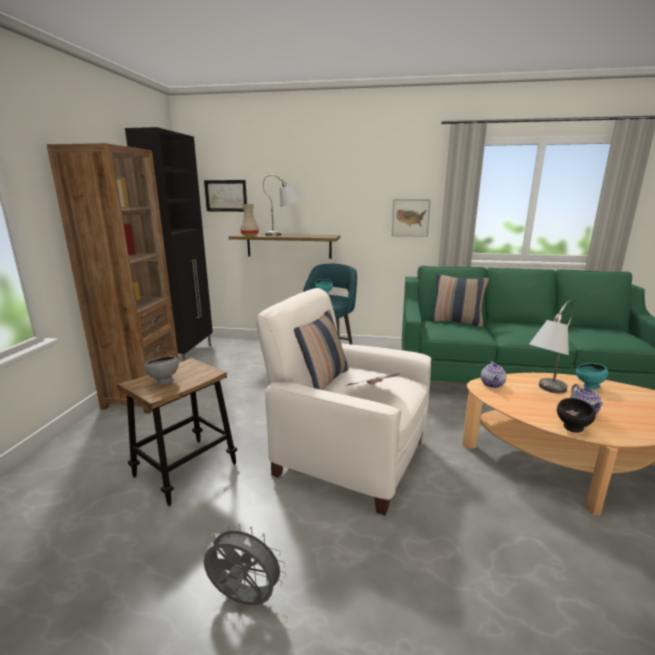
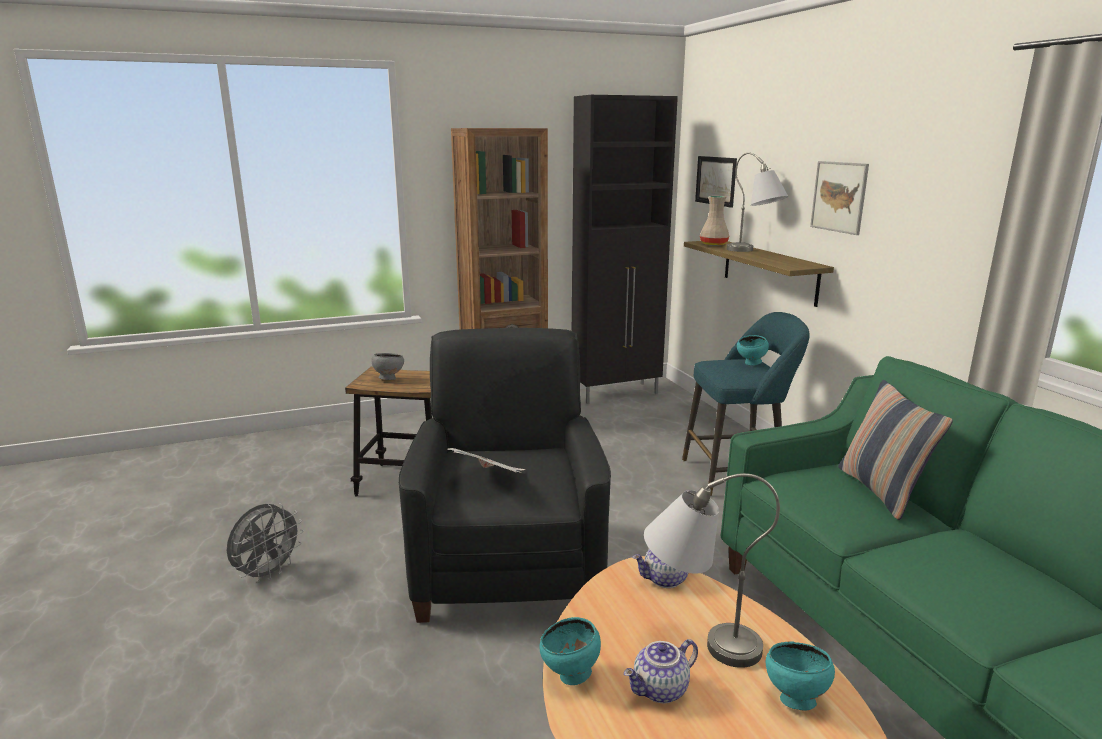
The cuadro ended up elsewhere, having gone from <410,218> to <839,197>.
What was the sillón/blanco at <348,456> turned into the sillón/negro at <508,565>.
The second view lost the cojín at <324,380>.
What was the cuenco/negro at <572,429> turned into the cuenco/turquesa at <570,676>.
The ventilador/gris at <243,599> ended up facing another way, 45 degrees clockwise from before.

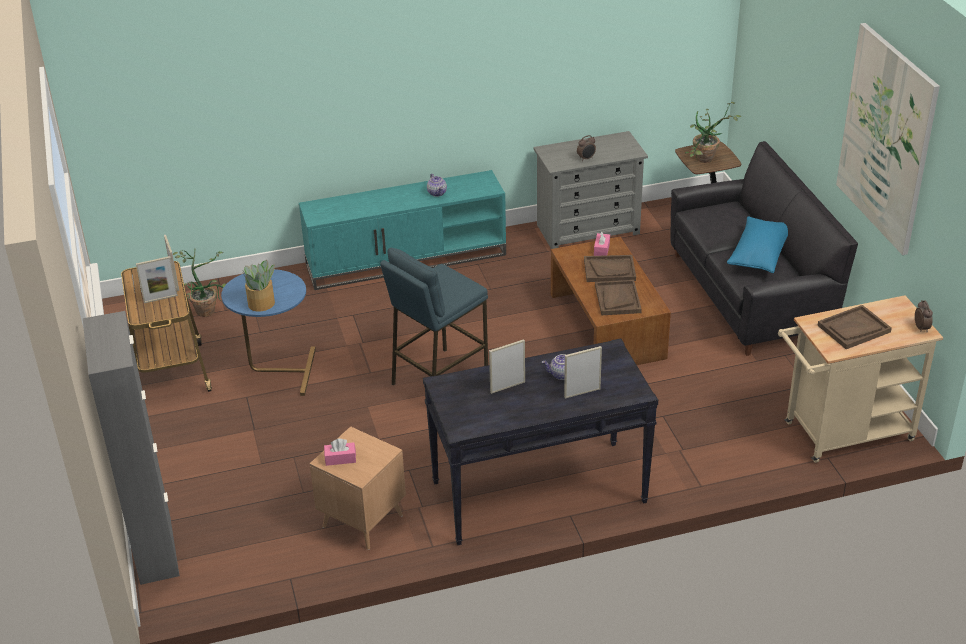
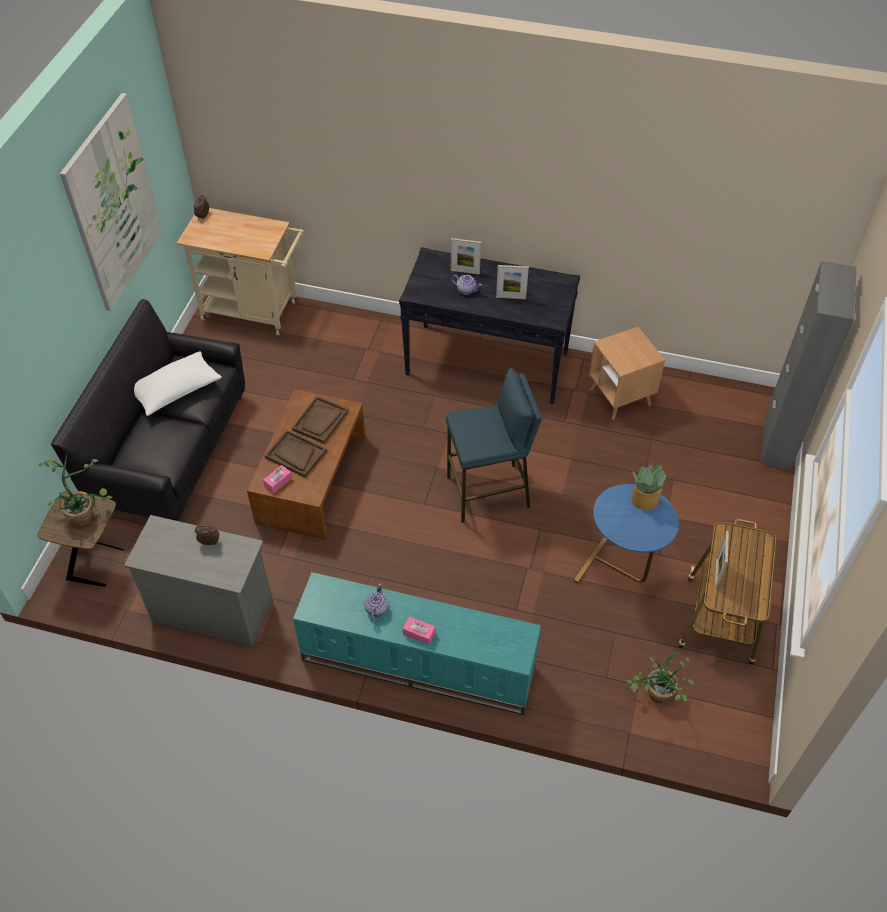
What was the cojín/azul at <759,254> turned into the cojín/blanco at <176,391>.
The second view lost the portarretratos at <160,299>.
The second view lost the bandeja/marrón at <853,329>.
The caja de pañuelos/rosa ended up elsewhere, having gone from <340,458> to <419,633>.

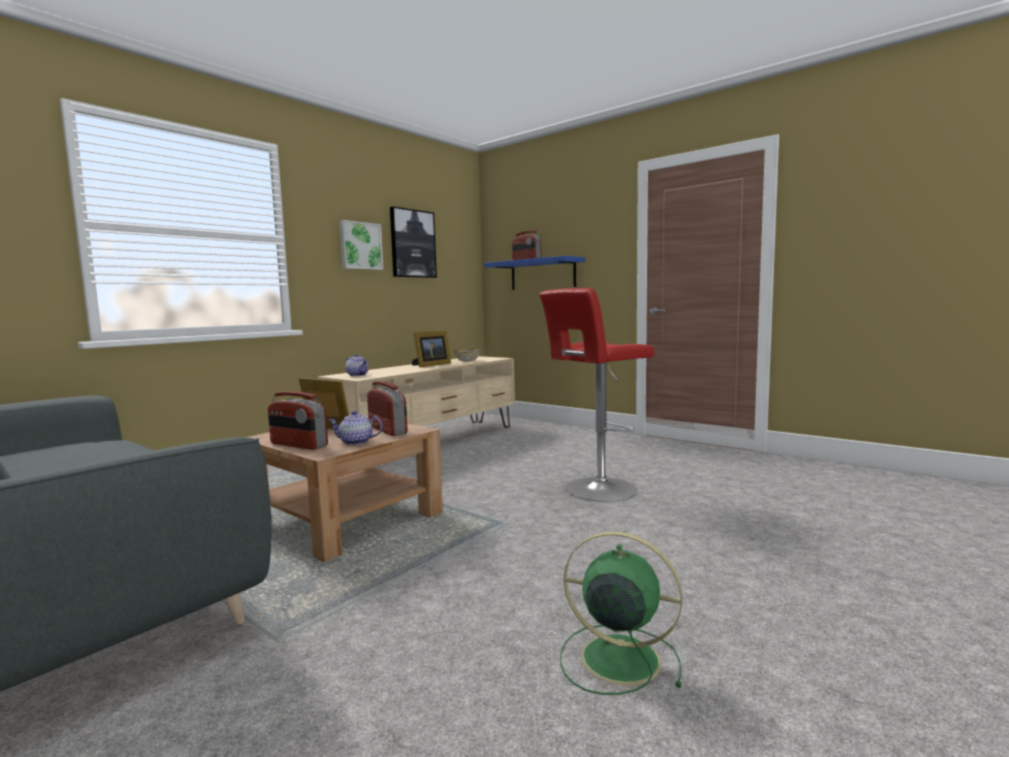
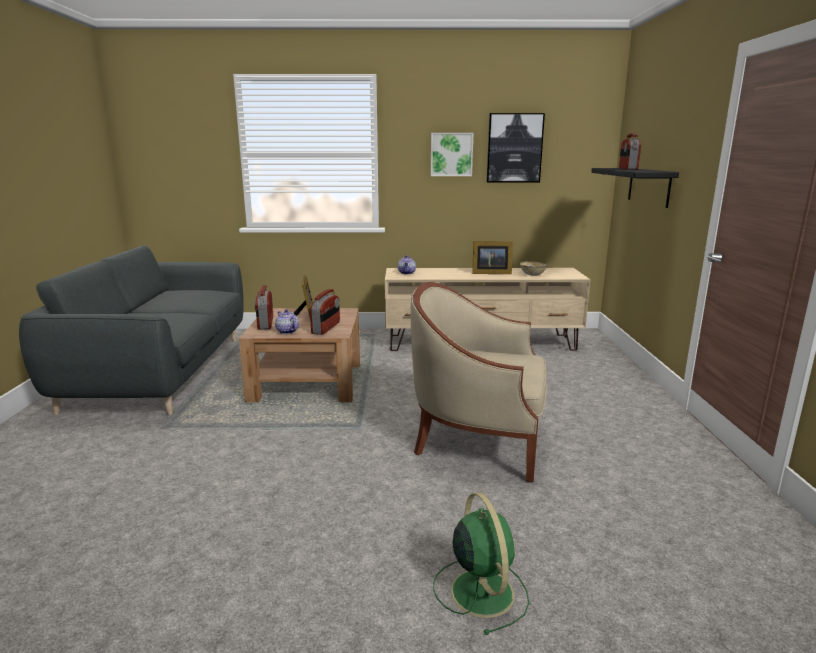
What was the estante/azul at <542,274> turned into the estante/negro at <649,186>.
Where the taburete/rojo stood at <597,490>, the sillón/beis came to stand at <479,438>.
The ventilador/verde ended up elsewhere, having gone from <616,658> to <480,590>.

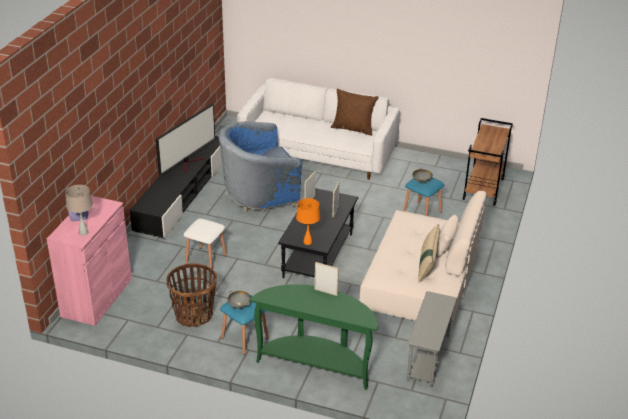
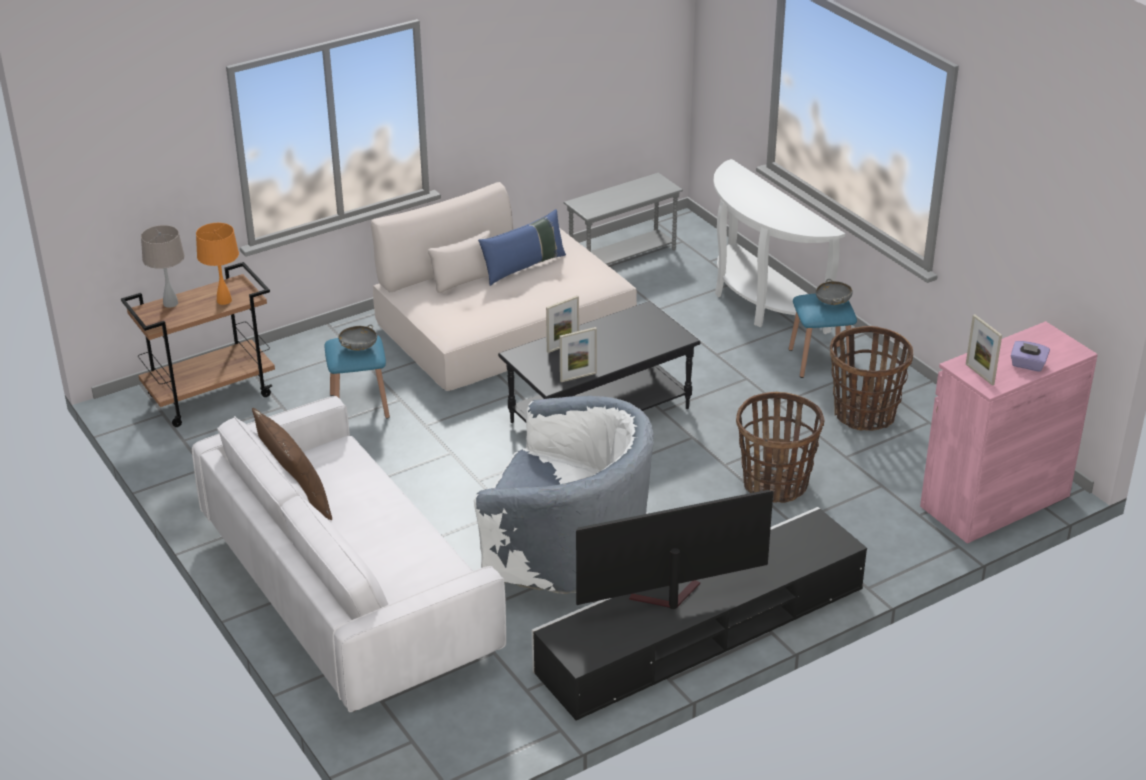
What was the sillón/azul at <260,195> turned into the sillón/blanco at <565,557>.
The lámpara de mesa/beis ended up elsewhere, having gone from <83,232> to <170,303>.
The lámpara de mesa/naranja ended up elsewhere, having gone from <307,242> to <224,300>.
Where the taburete/blanco stood at <206,259>, the cesta came to stand at <775,485>.
What was the cojín/beis at <427,265> turned into the cojín/azul at <523,267>.
The portarretratos ended up elsewhere, having gone from <326,292> to <979,374>.
What was the mesa consola/verde at <316,364> turned into the mesa consola/blanco at <759,301>.

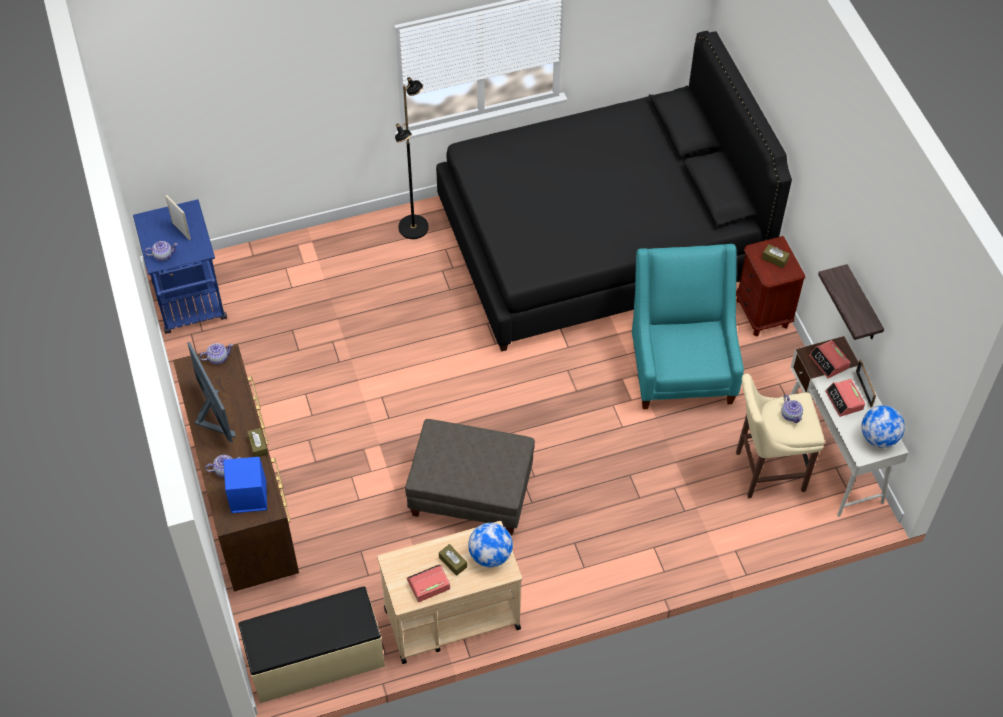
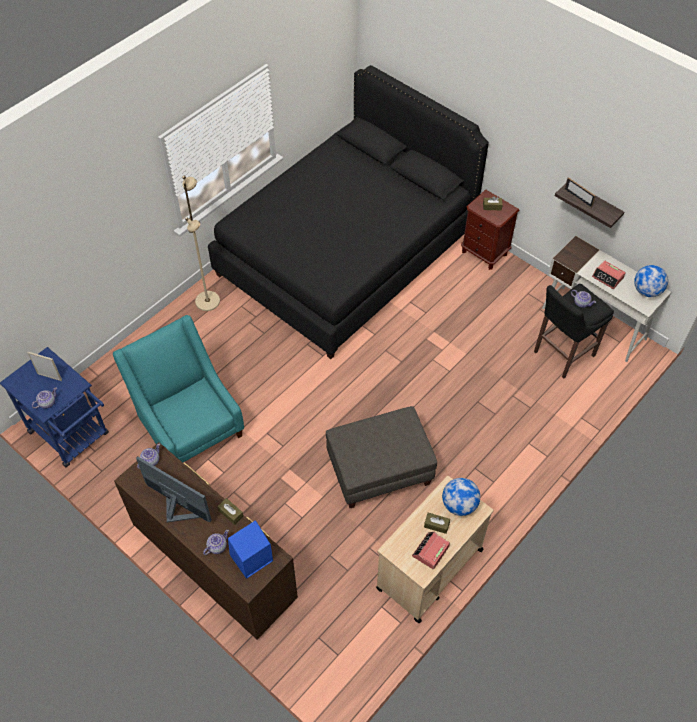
What was the lámpara de pie/negro at <414,227> turned into the lámpara de pie/beis at <208,301>.
The sillón/turquesa ended up elsewhere, having gone from <681,366> to <189,425>.
The second view lost the despertador at <829,362>.
The portarretratos ended up elsewhere, having gone from <864,389> to <578,198>.
What was the taburete/beis at <766,471> turned into the taburete/negro at <561,355>.
The second view lost the banco/beis at <316,660>.

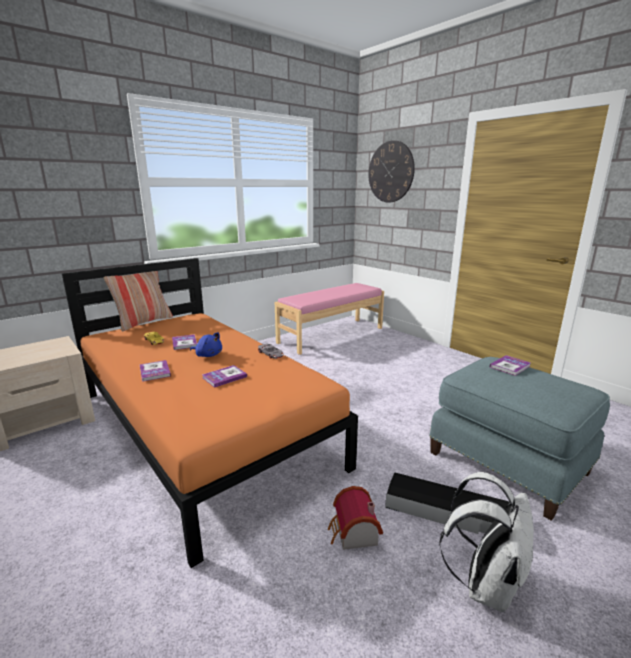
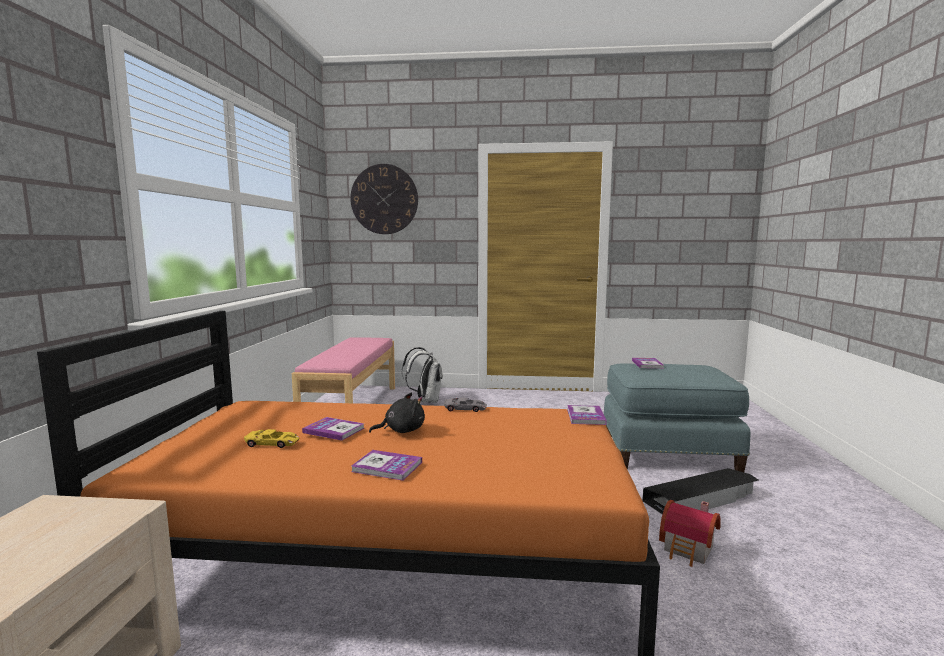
The second view lost the cojín at <144,322>.
What was the peluche/azul at <208,355> turned into the peluche/negro at <401,431>.
The libro ended up elsewhere, having gone from <224,377> to <585,416>.
The mochila/blanco ended up elsewhere, having gone from <485,583> to <426,401>.

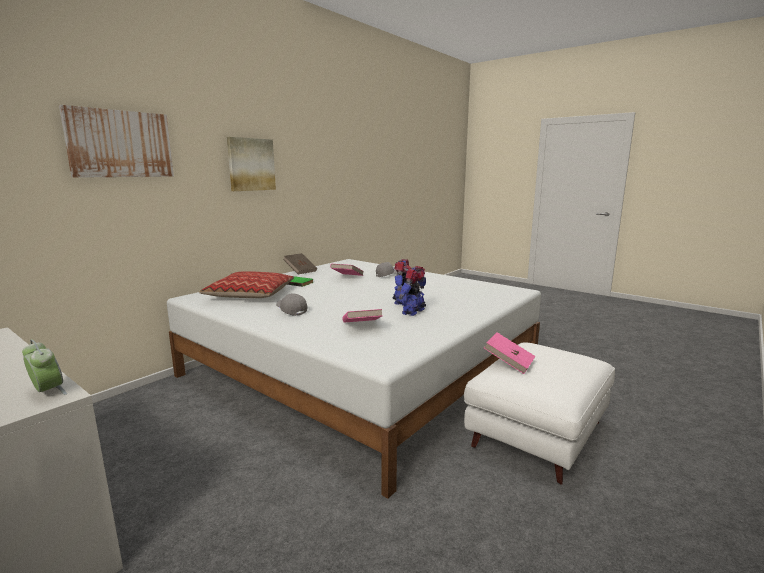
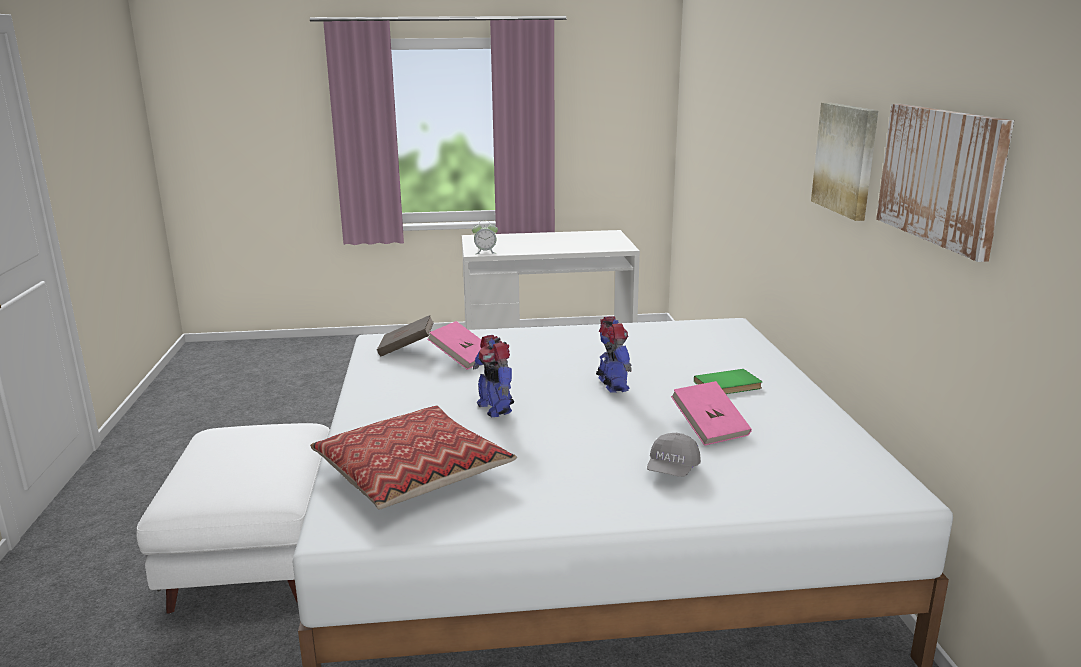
The cuadro ended up elsewhere, having gone from <120,144> to <941,176>.
The libro/marrón ended up elsewhere, having gone from <300,271> to <406,349>.
The robot de juguete ended up elsewhere, having gone from <414,312> to <612,385>.
The cojín ended up elsewhere, having gone from <250,294> to <413,472>.
The second view lost the gorra/gris at <291,311>.
The second view lost the libro/rosa at <509,363>.

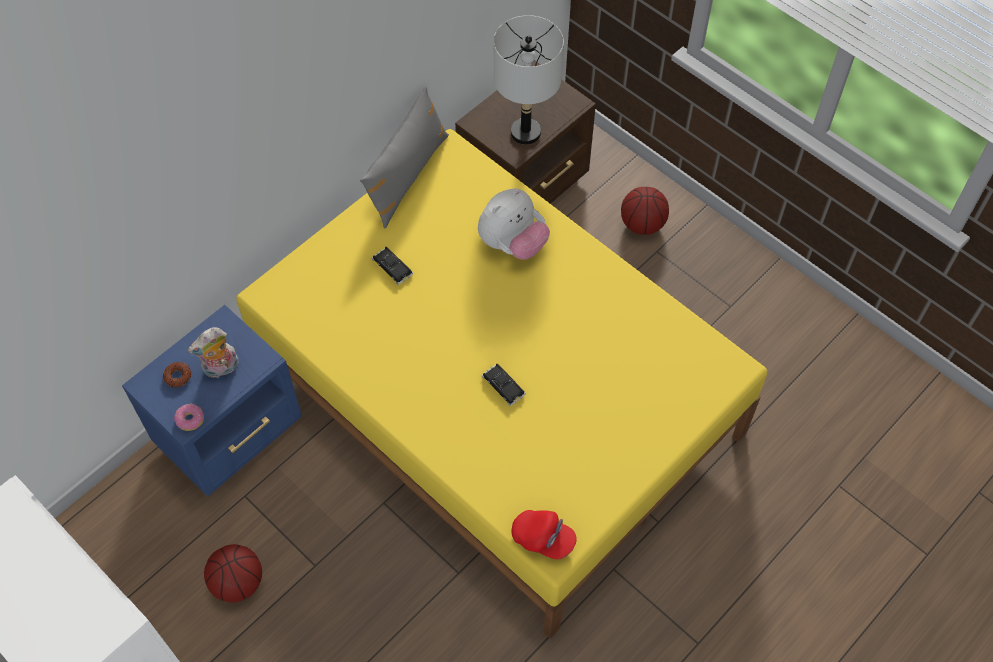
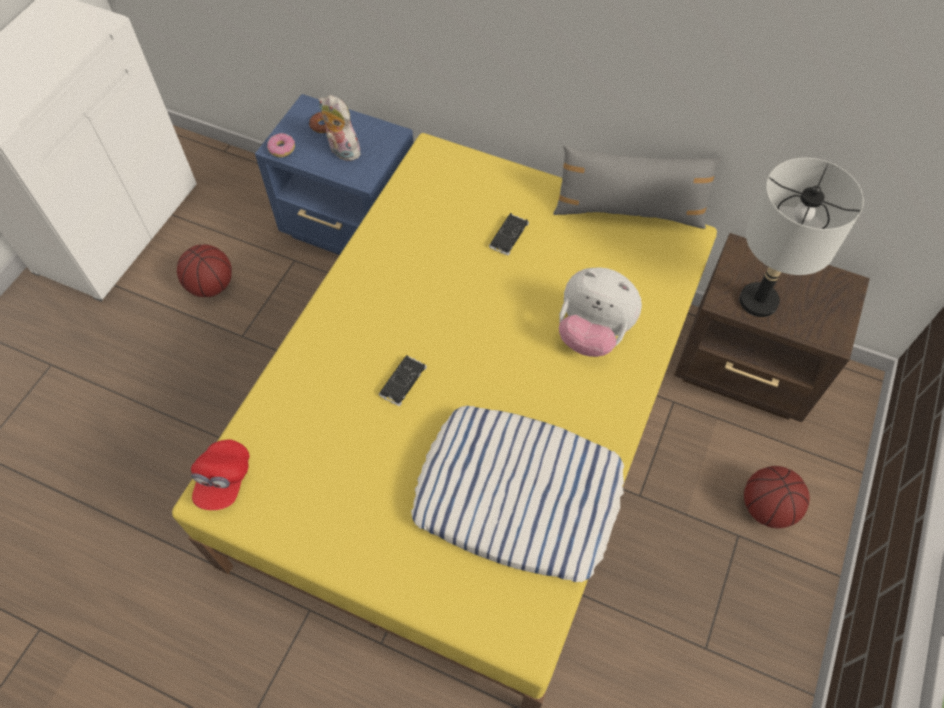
The second view gained the cojín at <518,496>.

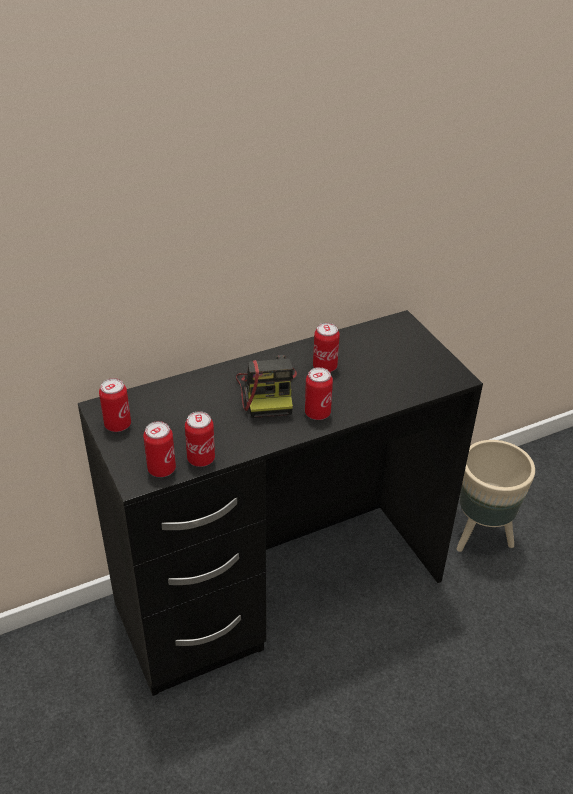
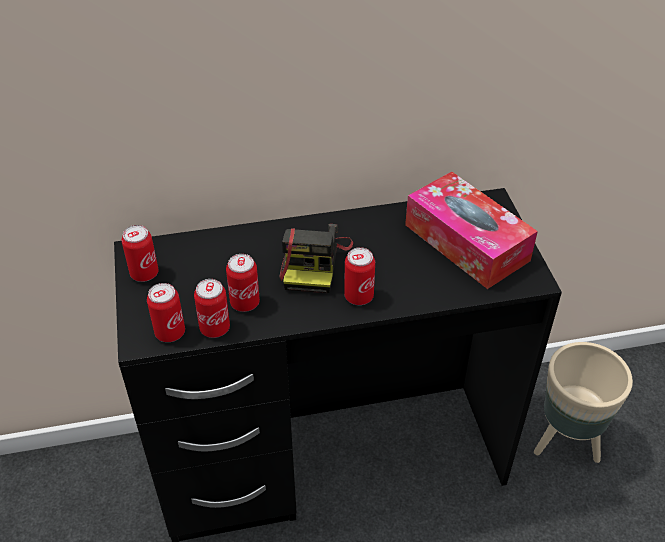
The lata ended up elsewhere, having gone from <325,367> to <245,303>.
The second view gained the caja de pañuelos at <466,242>.

